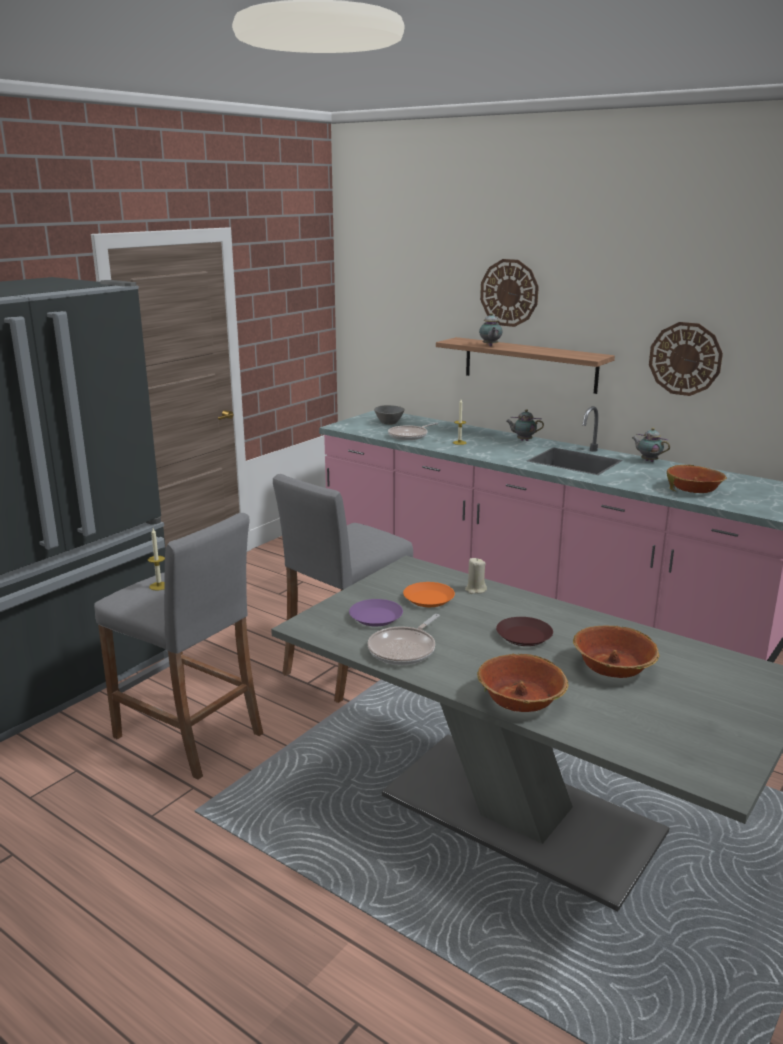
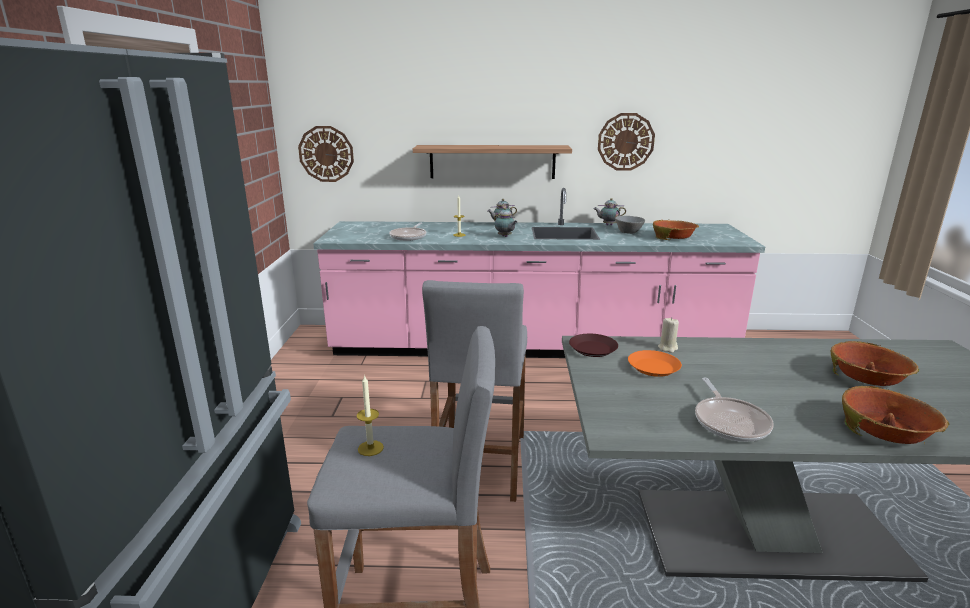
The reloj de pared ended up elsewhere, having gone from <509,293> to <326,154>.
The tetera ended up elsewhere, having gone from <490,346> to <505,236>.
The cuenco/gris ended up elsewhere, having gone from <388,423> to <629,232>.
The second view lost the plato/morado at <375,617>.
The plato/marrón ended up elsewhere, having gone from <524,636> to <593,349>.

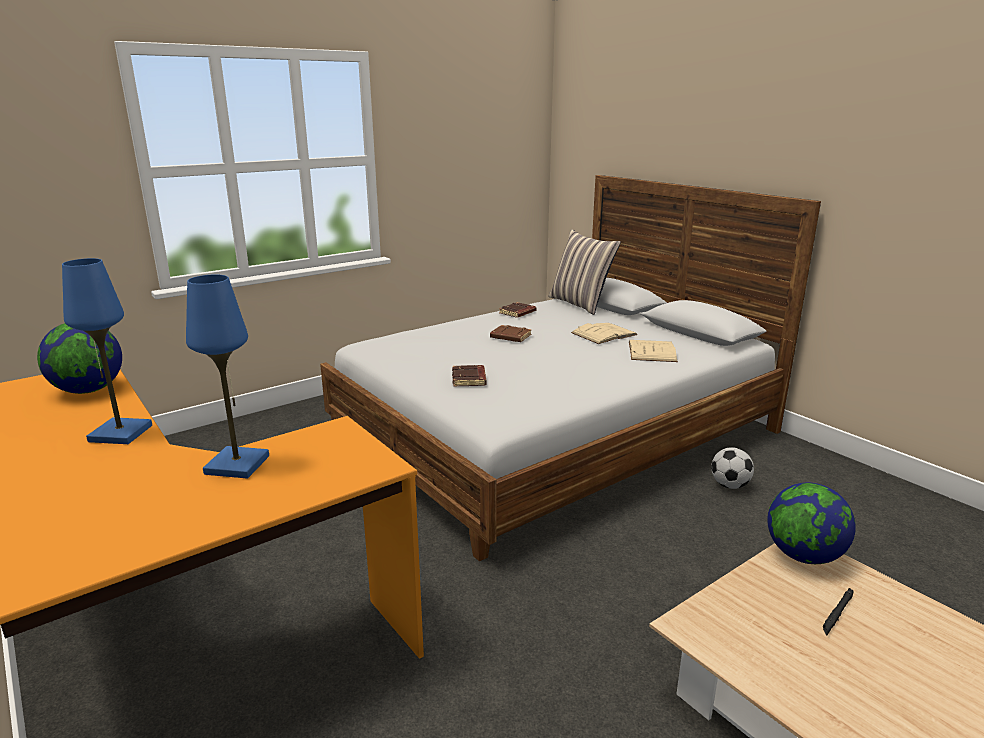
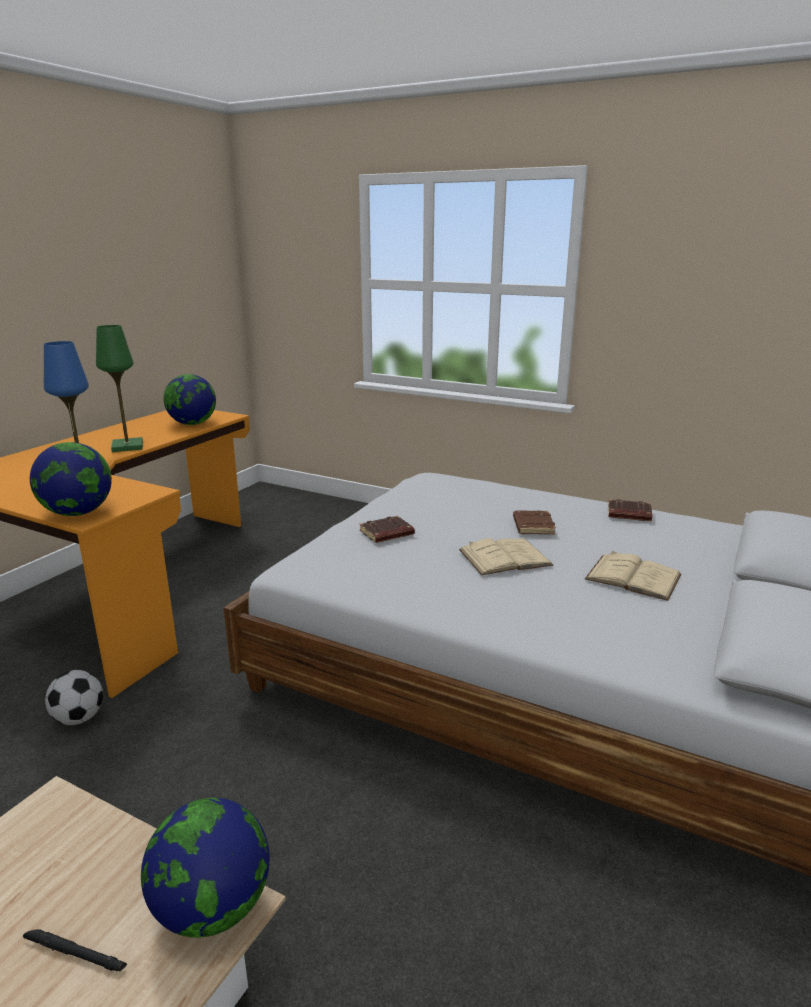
The second view lost the cojín at <580,304>.
What was the lámpara de mesa/azul at <120,433> turned into the lámpara de mesa/verde at <127,446>.
The libro/beis ended up elsewhere, having gone from <652,351> to <505,557>.
The balón de fútbol ended up elsewhere, having gone from <730,485> to <79,719>.
The second view gained the globo terráqueo at <78,513>.

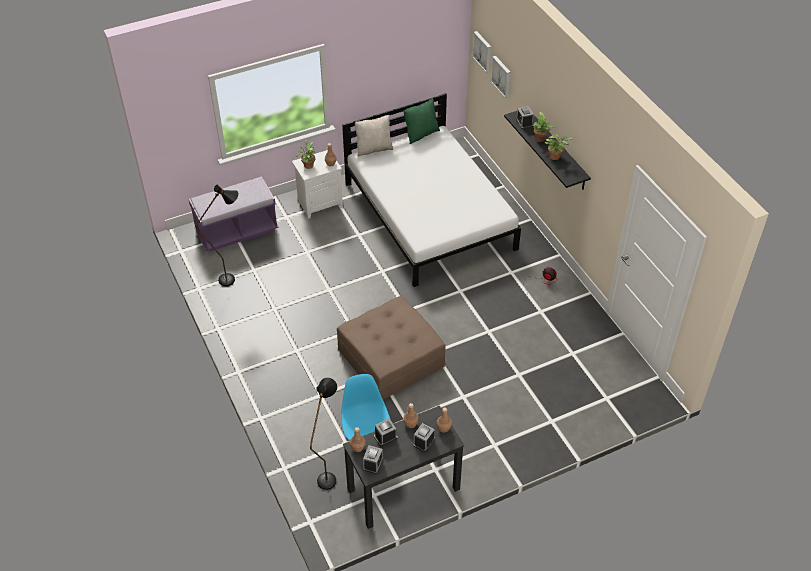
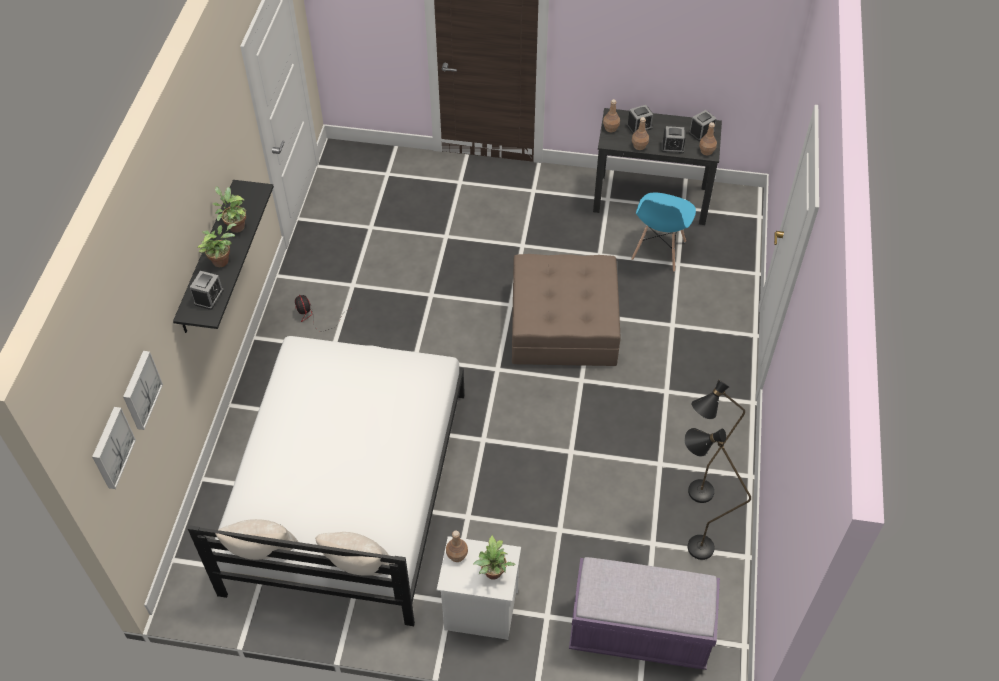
What was the cojín/verde at <421,134> turned into the cojín/beis at <263,554>.
The lámpara de pie/negro ended up elsewhere, having gone from <329,475> to <693,497>.

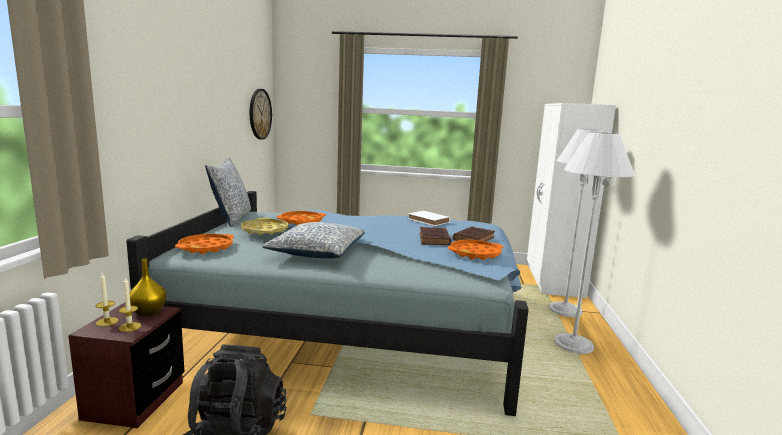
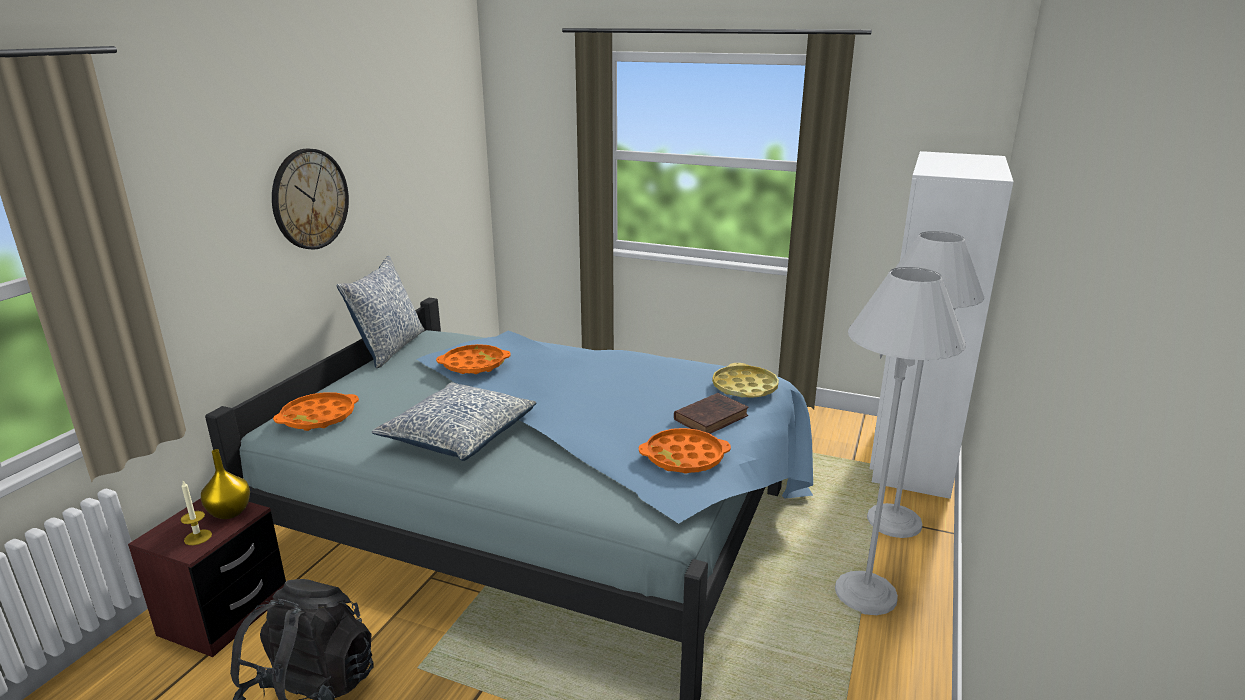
The reloj de pared ended up elsewhere, having gone from <260,114> to <310,199>.
The second view lost the libro/blanco at <429,221>.
The bandeja/amarillo ended up elsewhere, having gone from <264,230> to <744,387>.
The second view lost the libro/marrón at <434,239>.
The second view lost the vela at <107,322>.

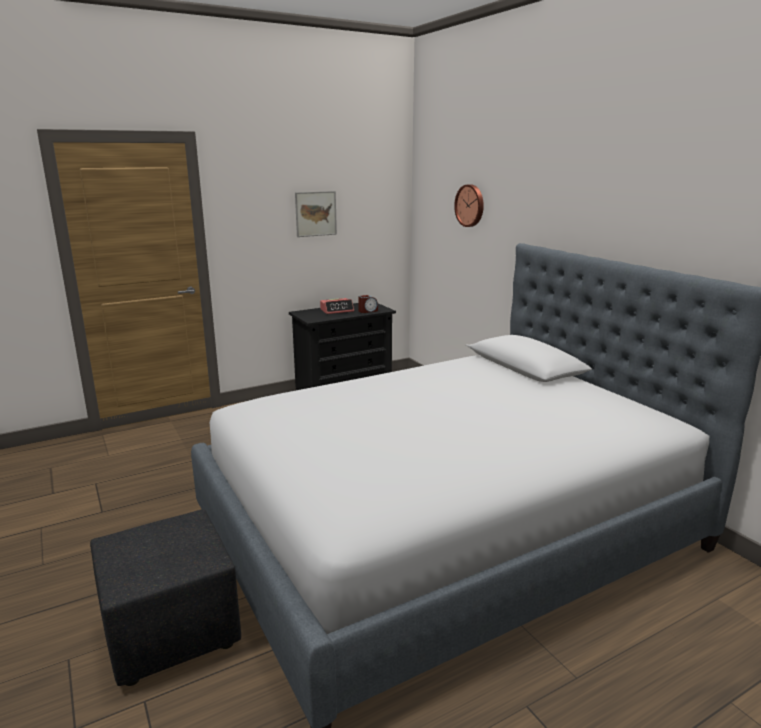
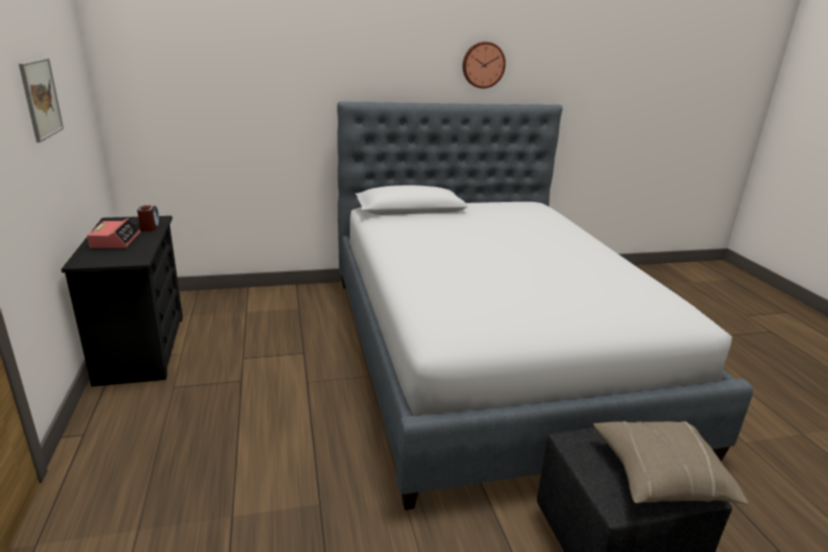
The reloj de pared ended up elsewhere, having gone from <470,205> to <483,65>.
The second view gained the cojín/beis at <659,476>.

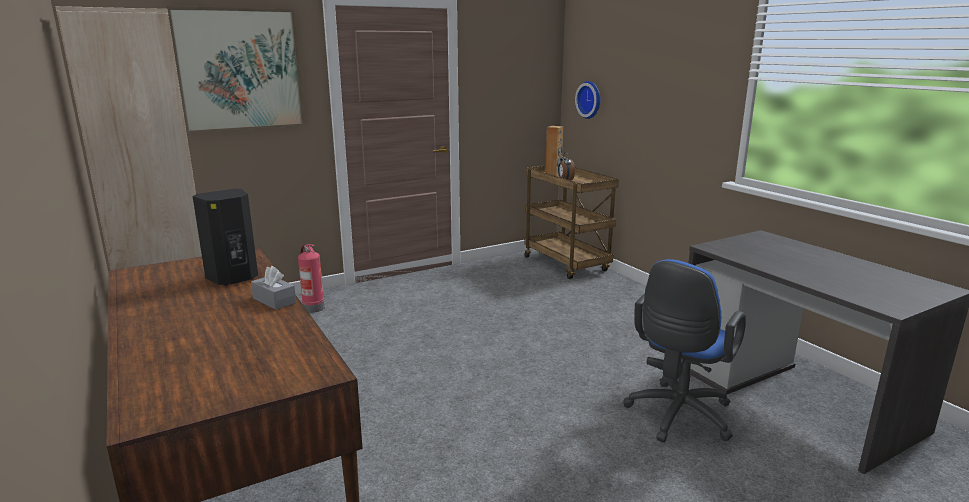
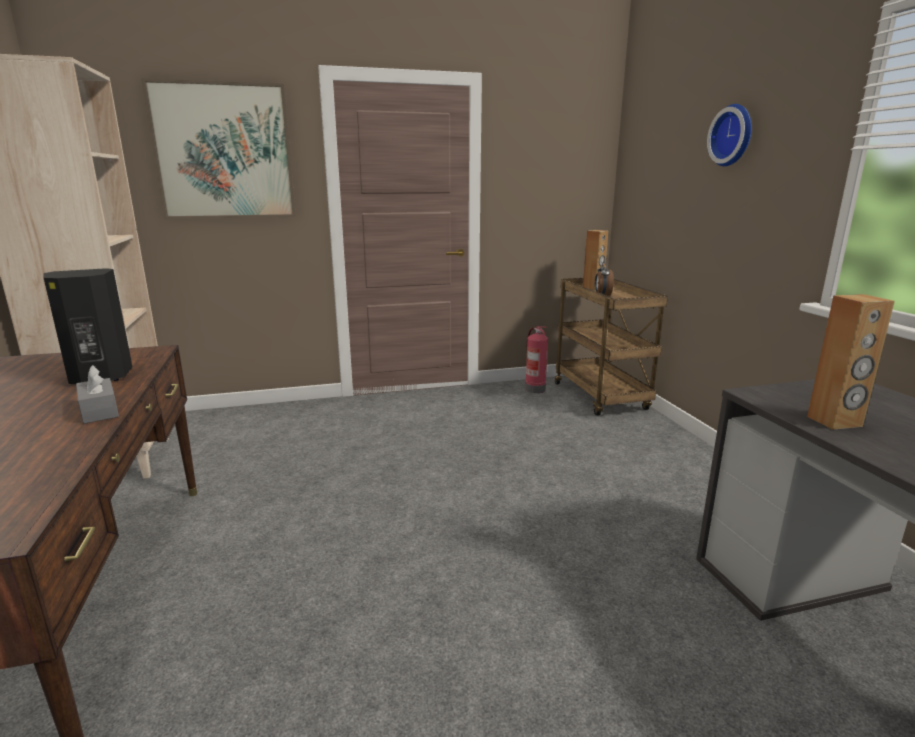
The reloj de pared ended up elsewhere, having gone from <590,99> to <733,135>.
The extintor ended up elsewhere, having gone from <312,308> to <534,389>.
The second view lost the silla de oficina/azul at <677,417>.
The second view gained the altavoz/marrón at <834,421>.

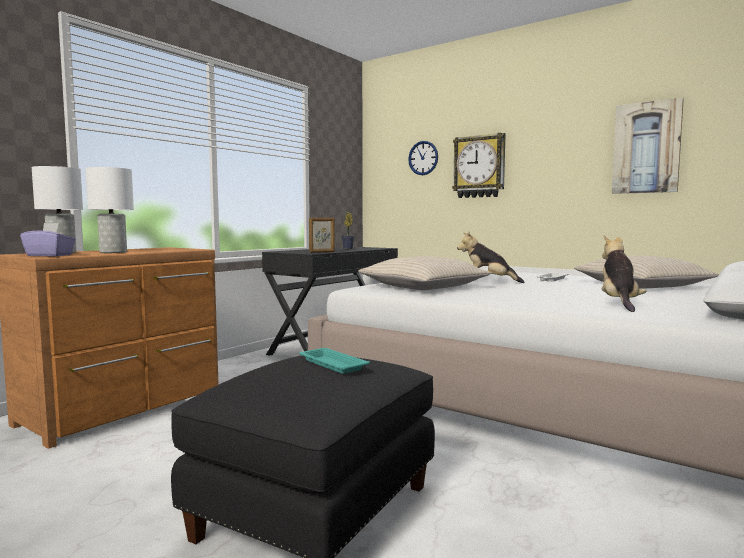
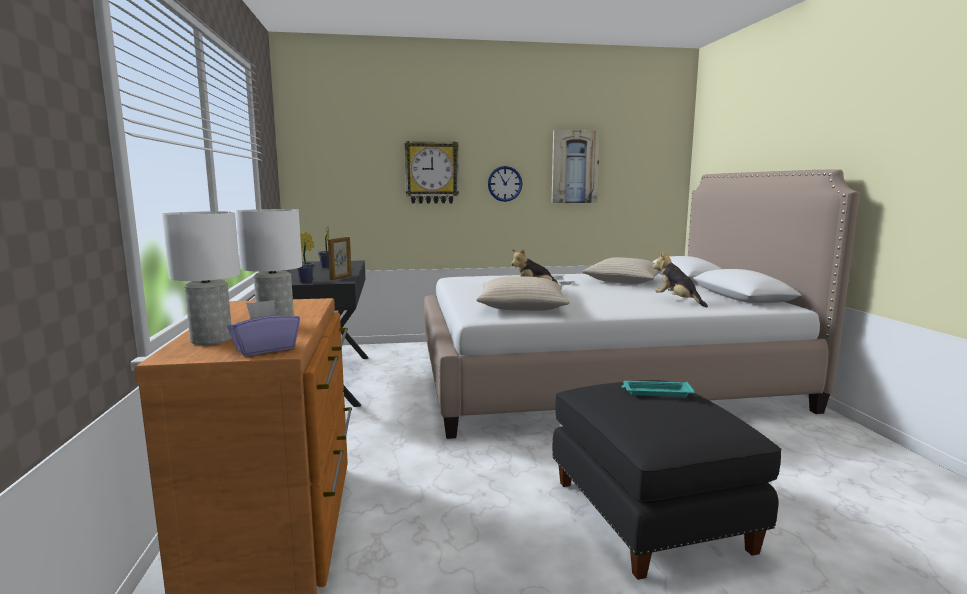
The reloj de pared ended up elsewhere, having gone from <423,158> to <505,183>.
The second view gained the planta en maceta at <307,281>.

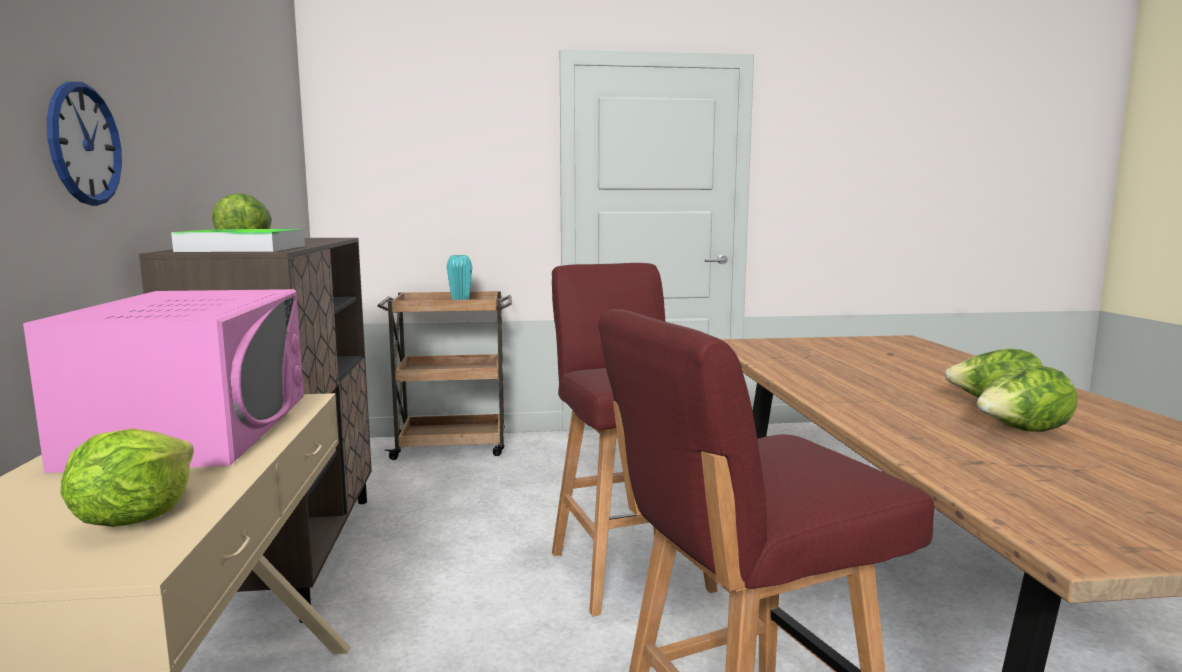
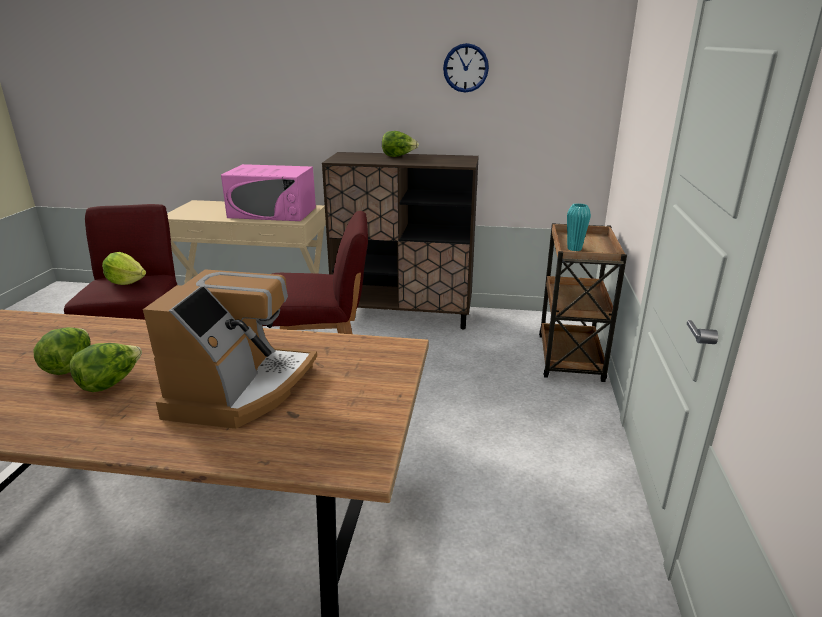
The reloj de pared ended up elsewhere, having gone from <84,144> to <466,68>.
The second view lost the bandeja at <243,248>.
The lechuga ended up elsewhere, having gone from <135,517> to <126,282>.
The second view gained the cafetera at <241,389>.

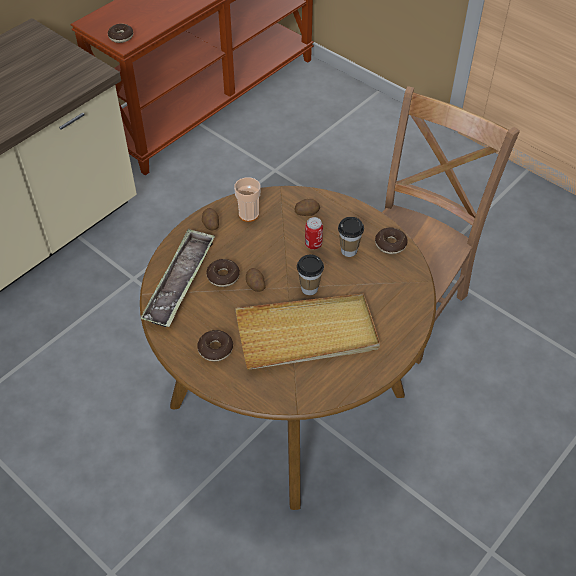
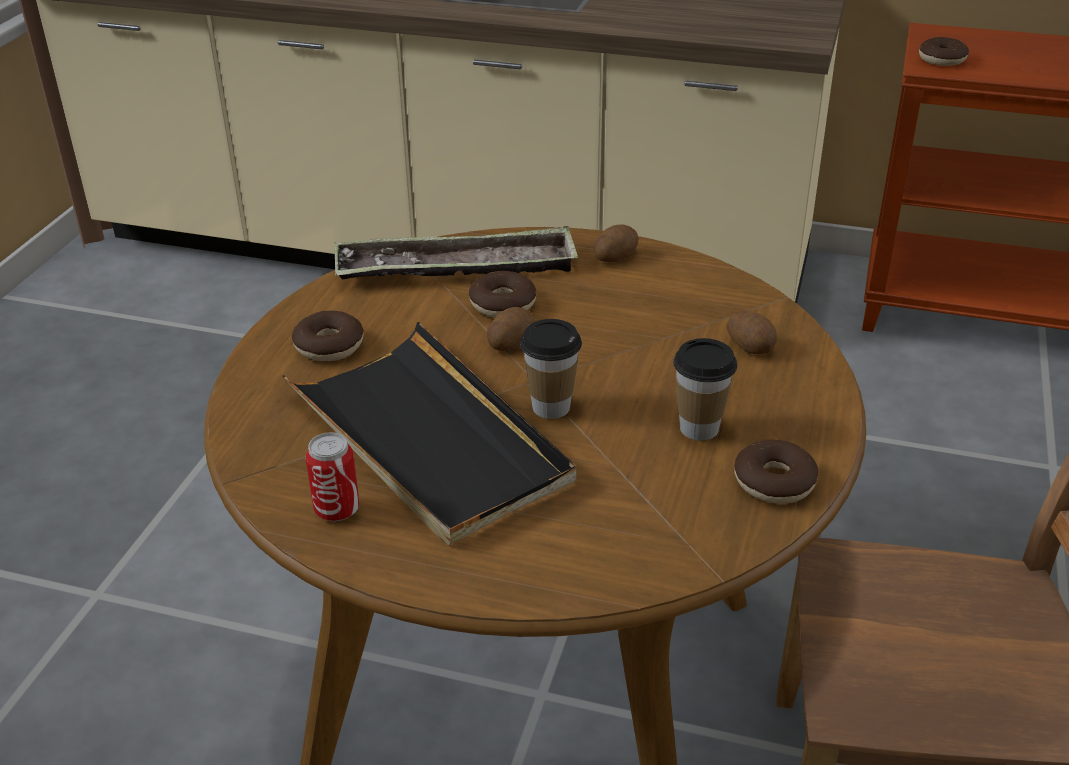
The second view lost the taza at <248,214>.
The lata ended up elsewhere, having gone from <313,244> to <337,510>.
What was the bandeja/beis at <307,334> turned into the bandeja/negro at <429,438>.

